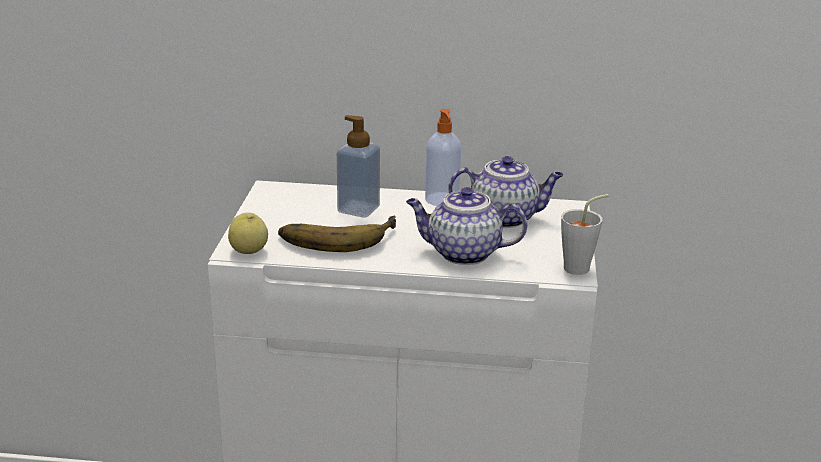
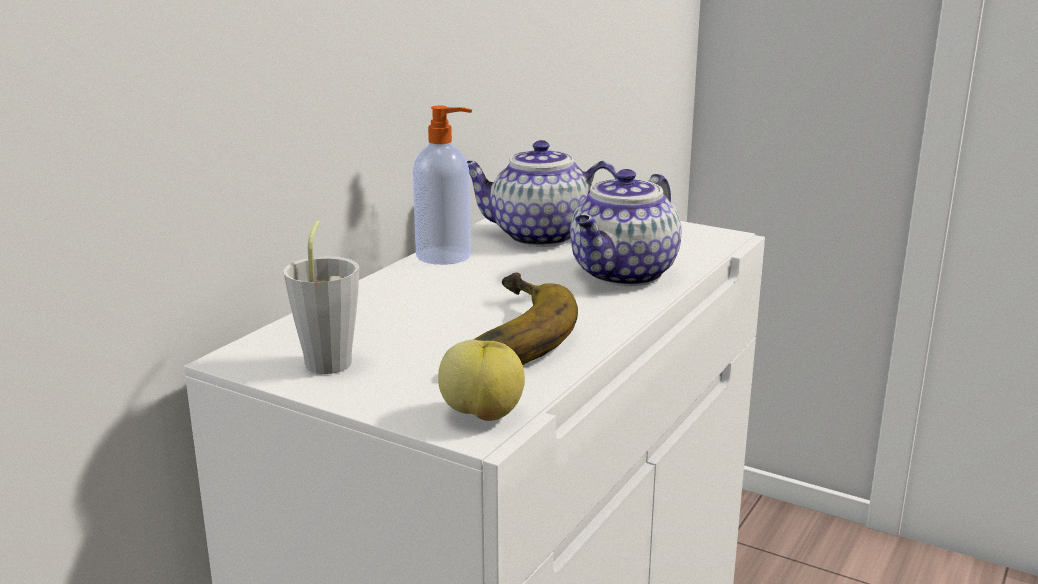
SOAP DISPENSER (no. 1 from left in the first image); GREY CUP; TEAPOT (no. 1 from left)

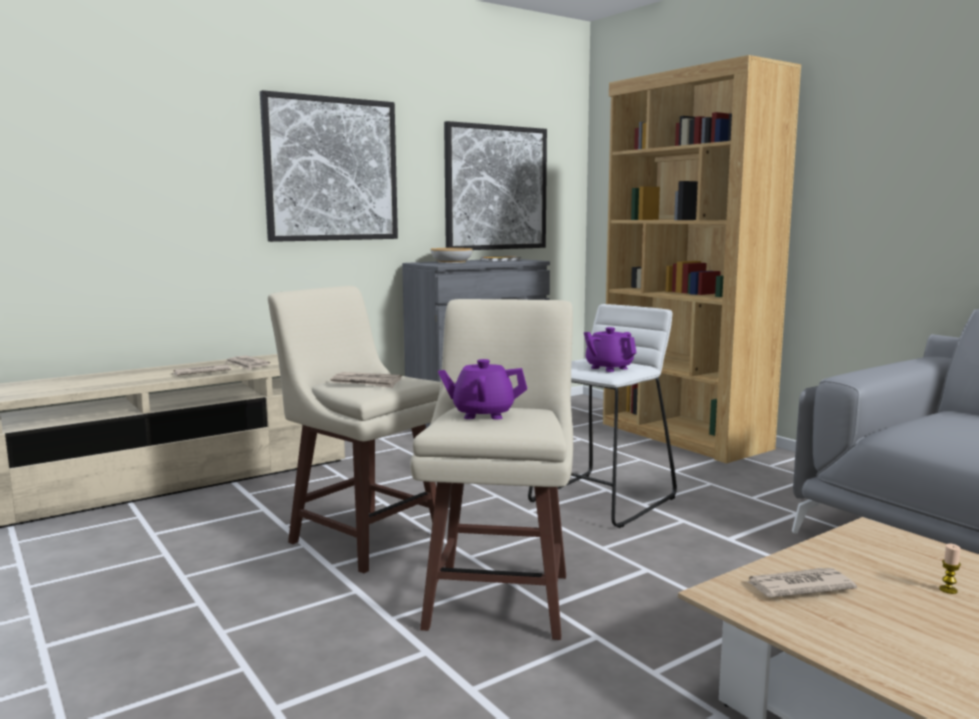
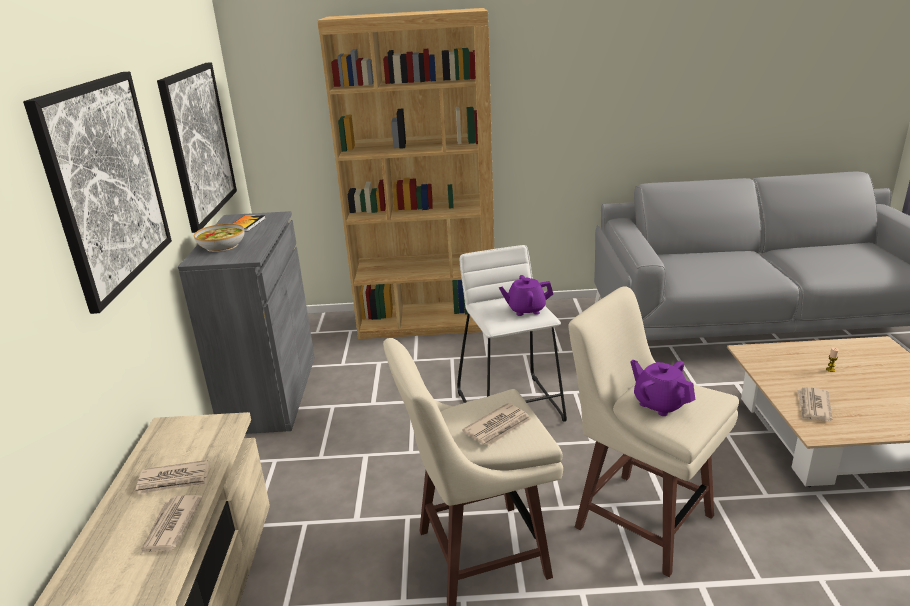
PURPLE TEAPOT (no. 2 from left)

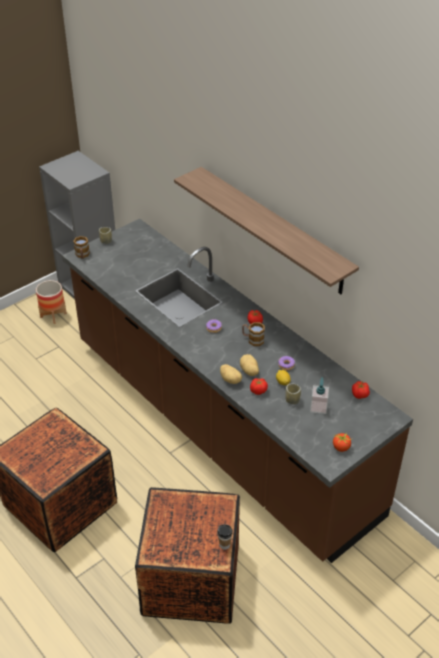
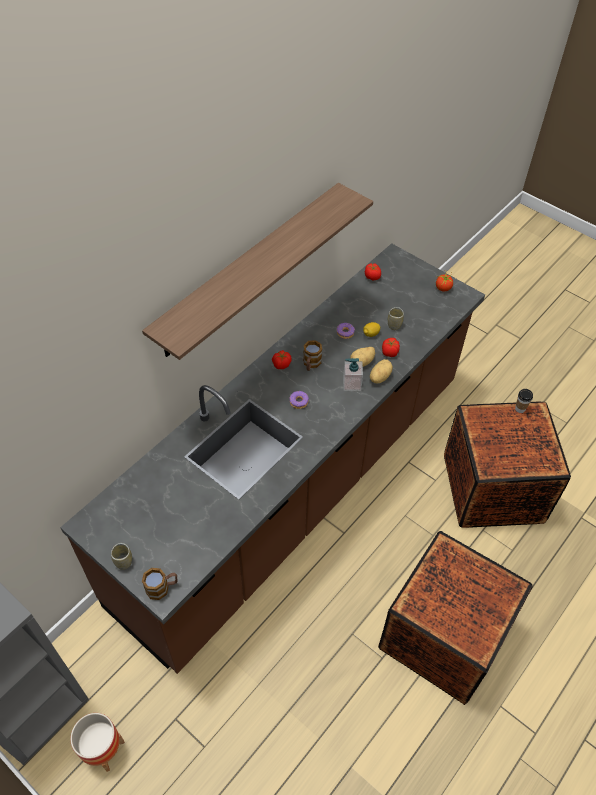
SOAP DISPENSER

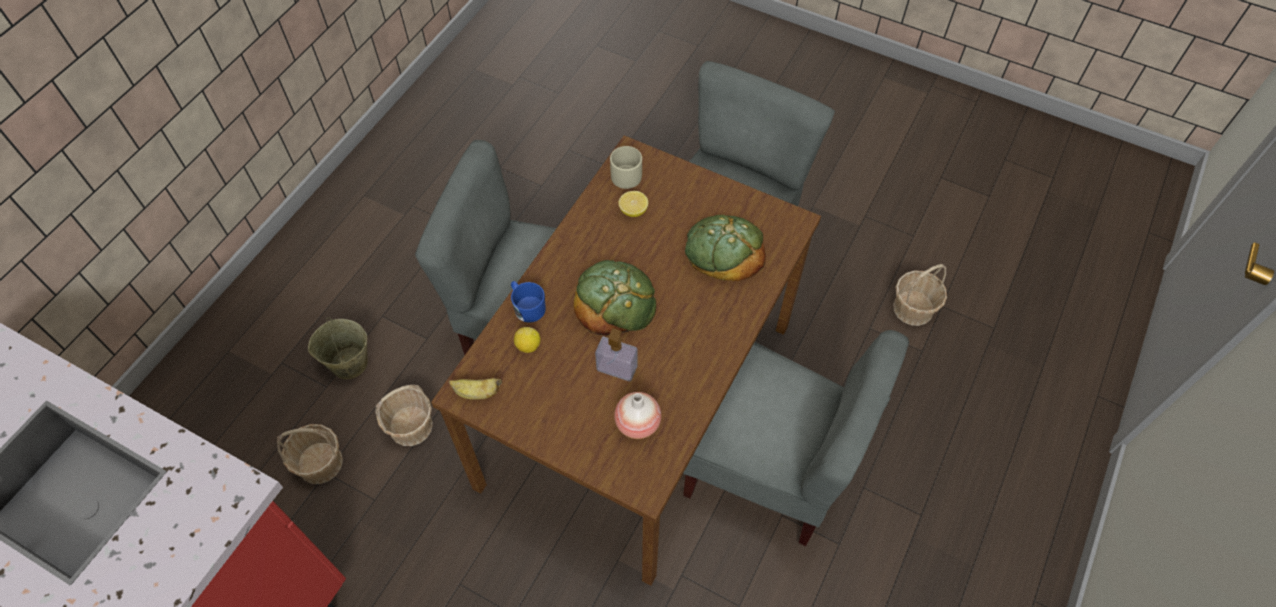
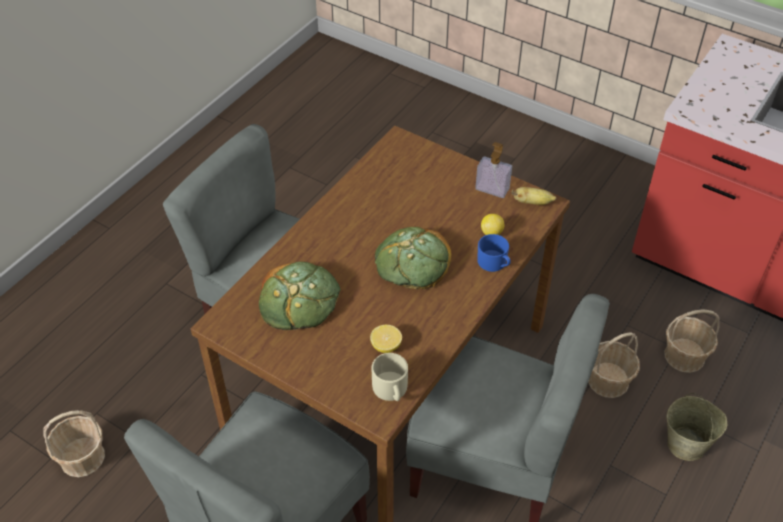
VASE; SOAP DISPENSER

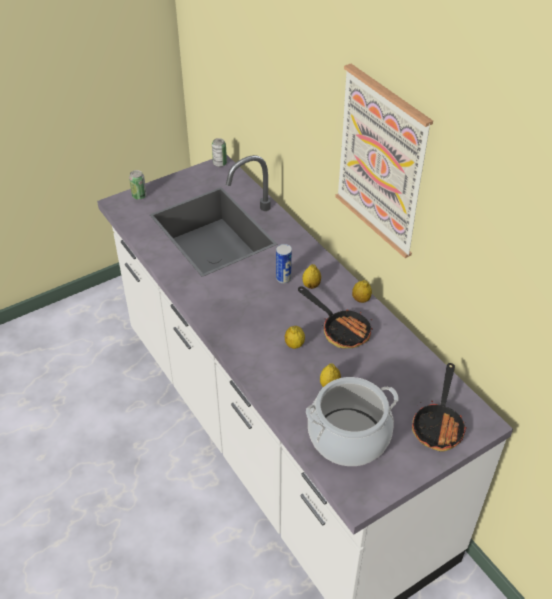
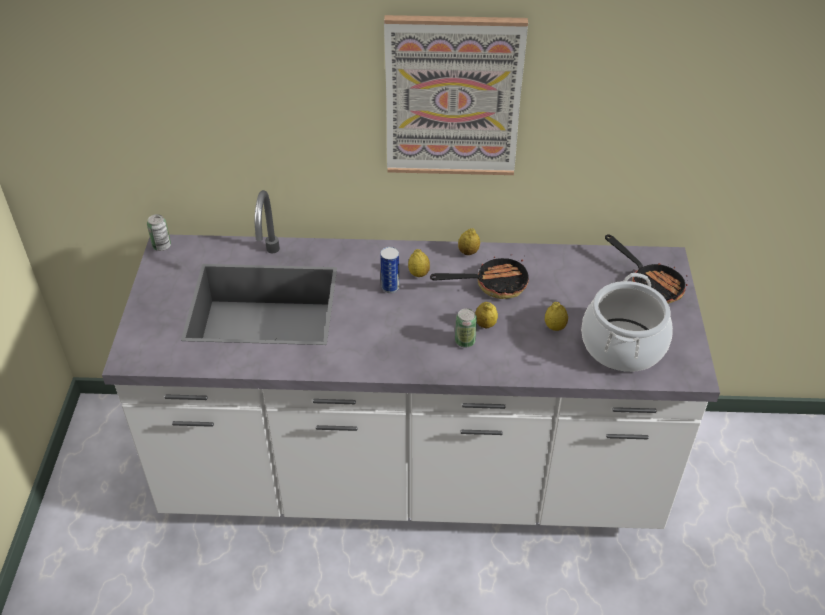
CAN (no. 3 from left)

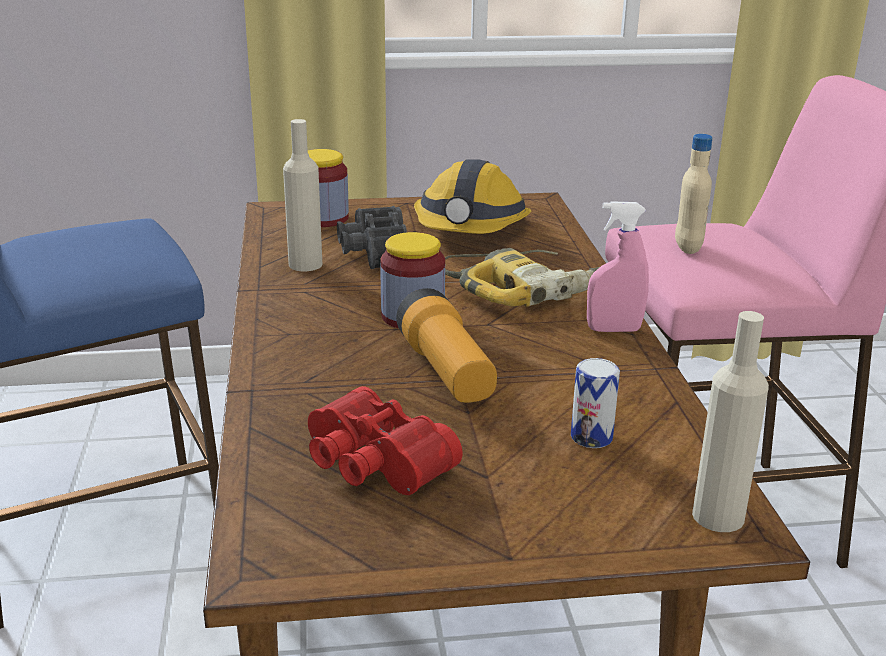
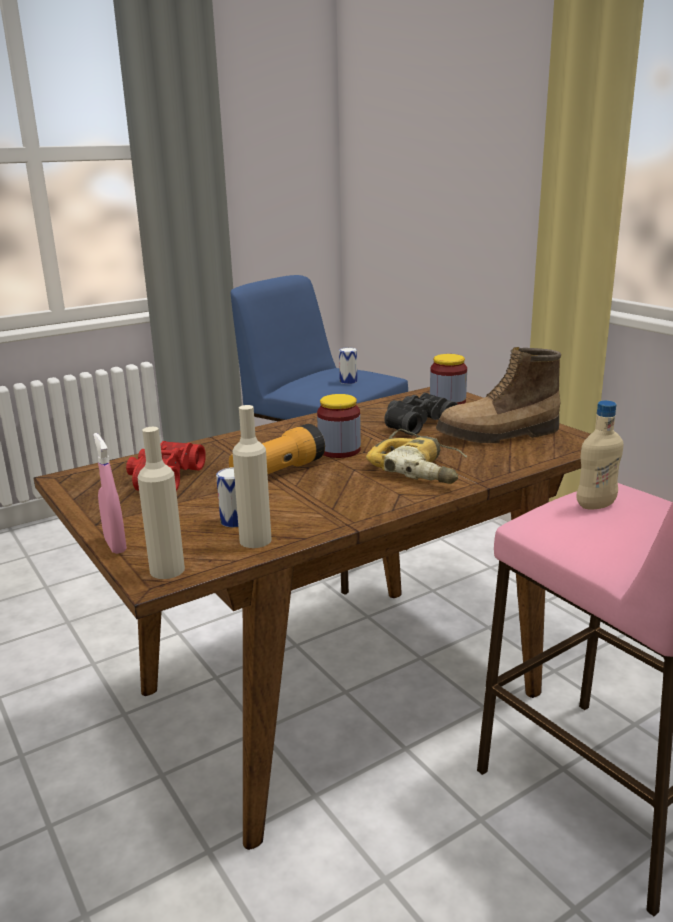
CAN (no. 2 from left); BEIGE BOTTLE (no. 2 from left); PINK SPRAY BOTTLE; BOOT

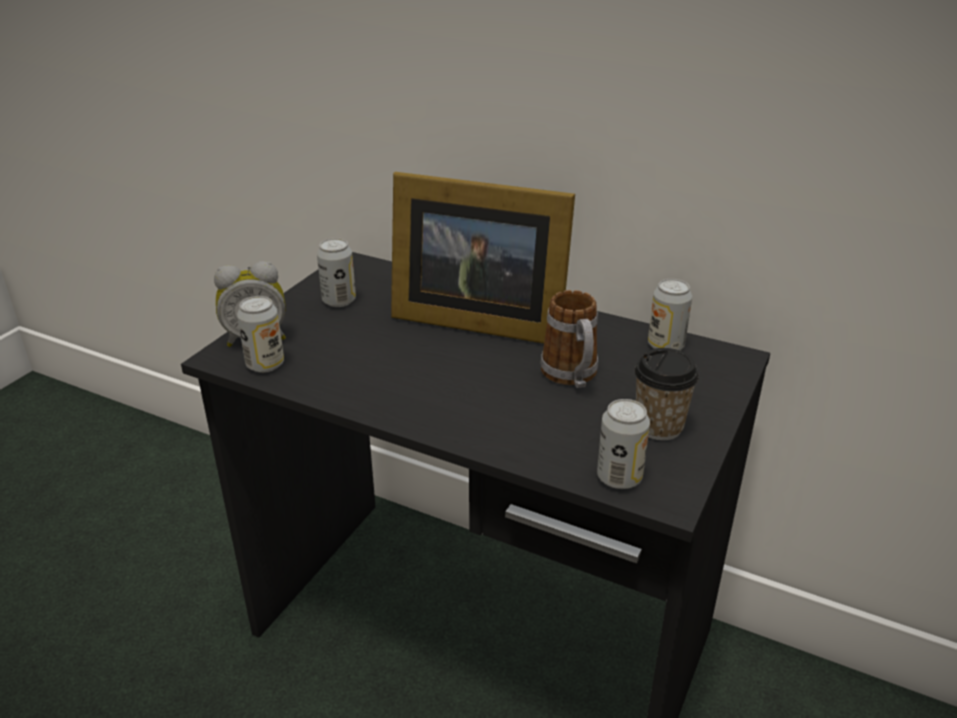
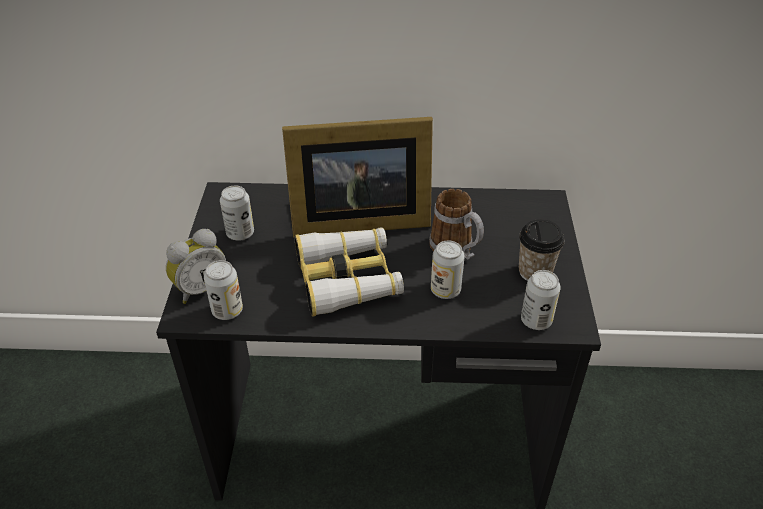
BINOCULARS; CAN (no. 3 from left)

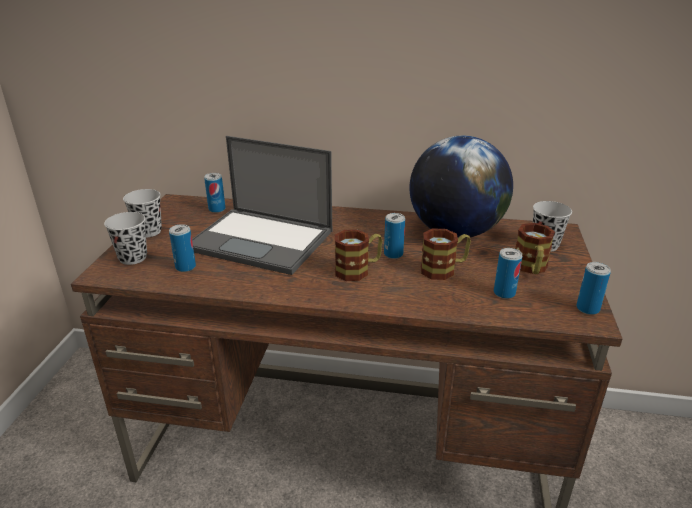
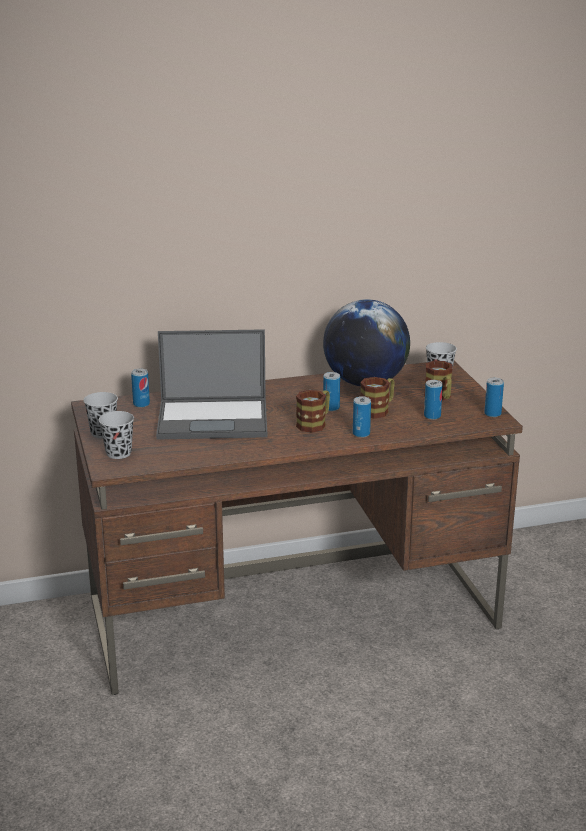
CAN (no. 3 from left)

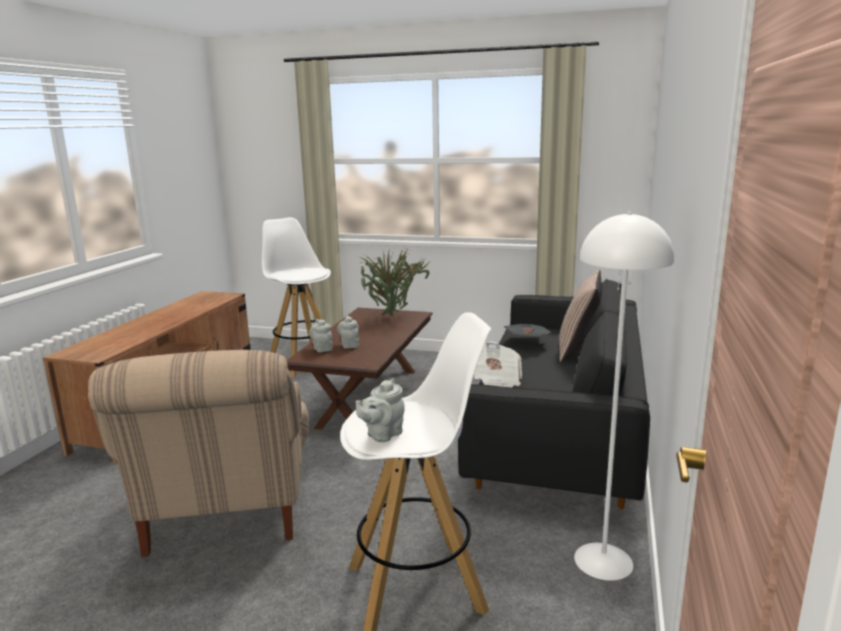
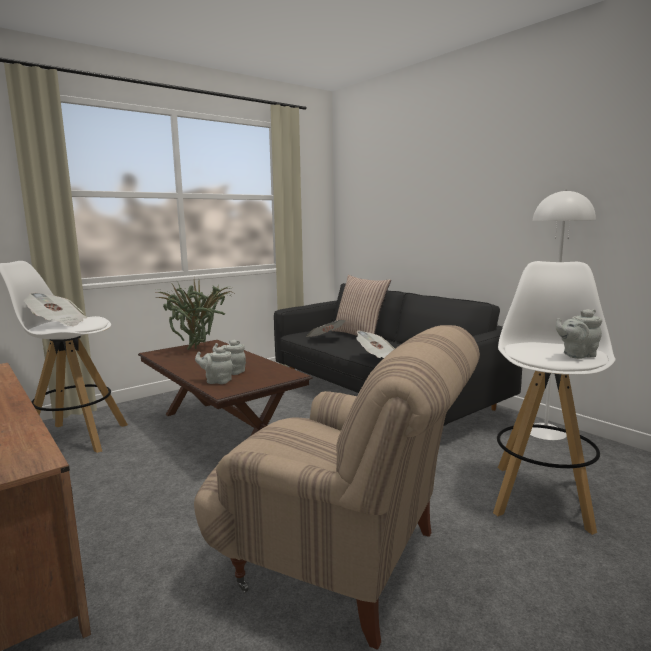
NEWSPAPER (no. 1 from left); GREY TEAPOT (no. 3 from left)

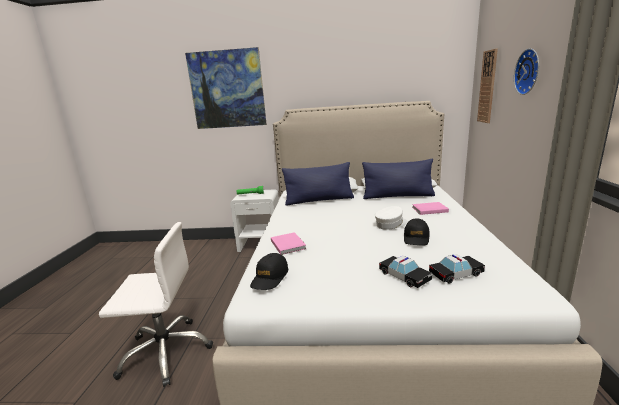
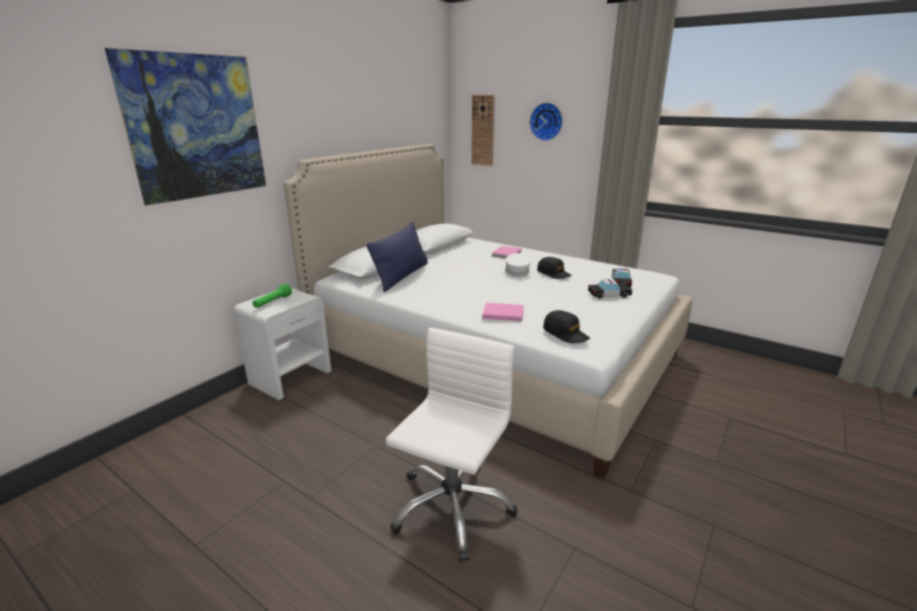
BLUE PILLOW (no. 2 from left in the first image)

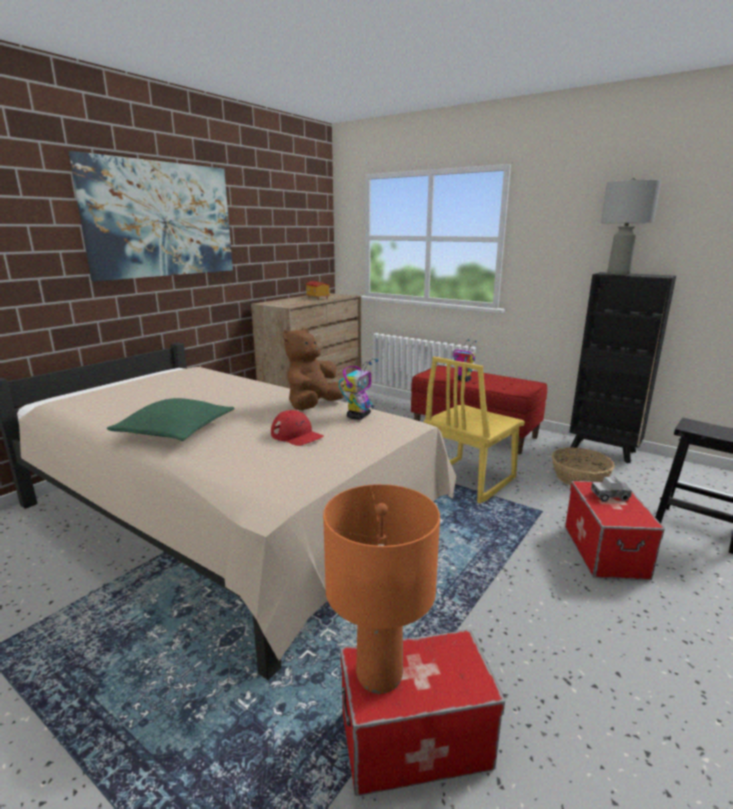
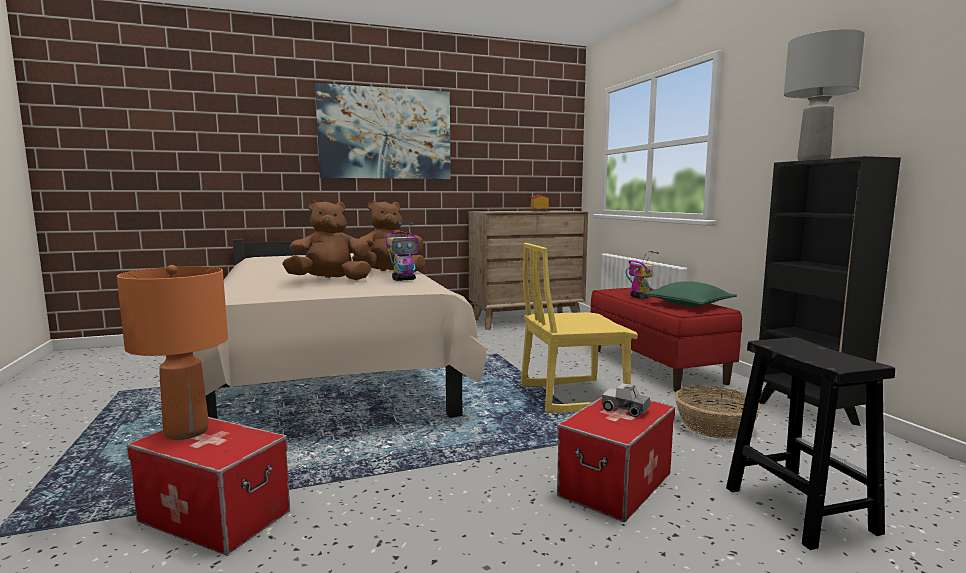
GREEN PILLOW; BROWN PLUSH TOY (no. 1 from left)

